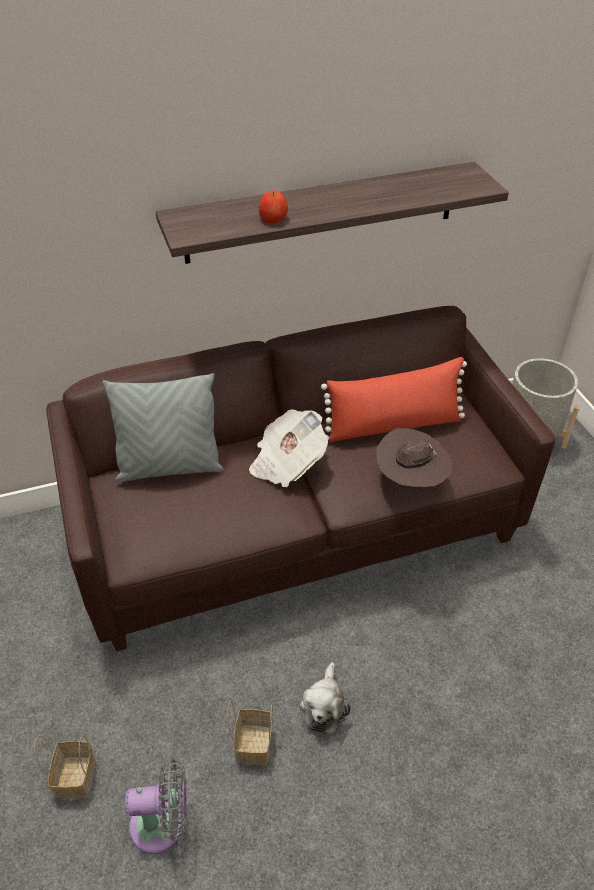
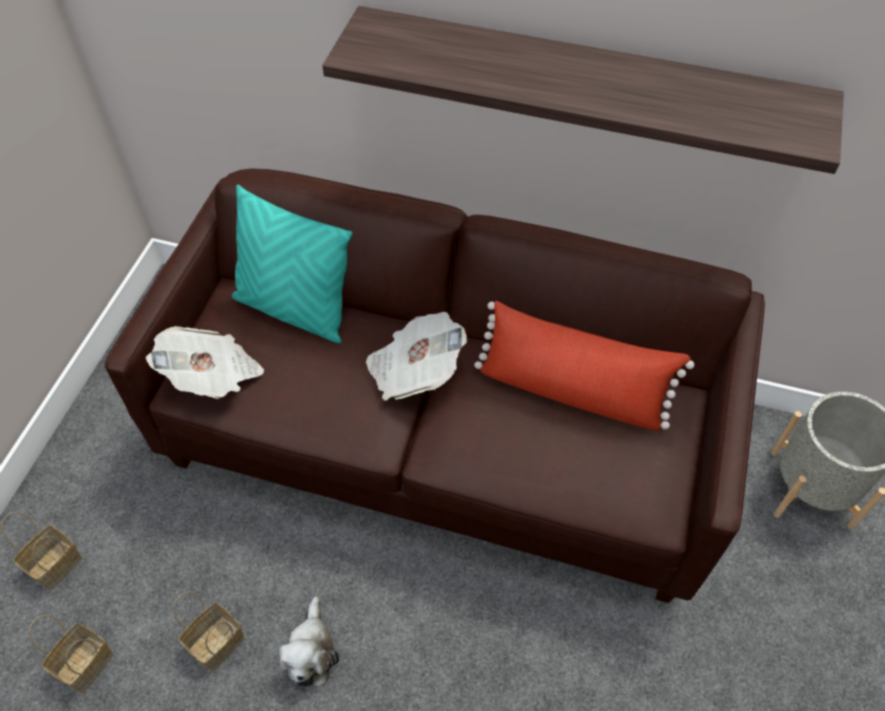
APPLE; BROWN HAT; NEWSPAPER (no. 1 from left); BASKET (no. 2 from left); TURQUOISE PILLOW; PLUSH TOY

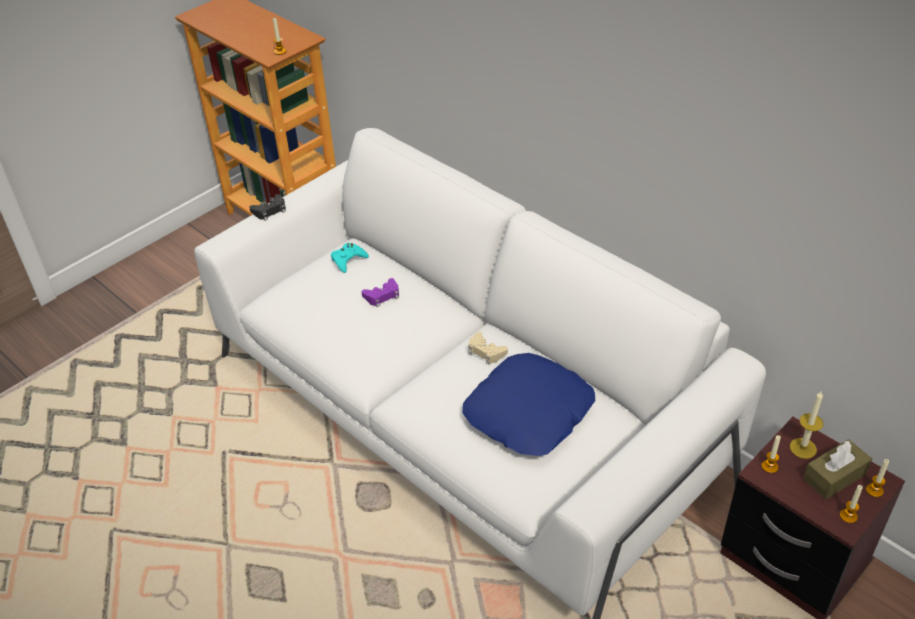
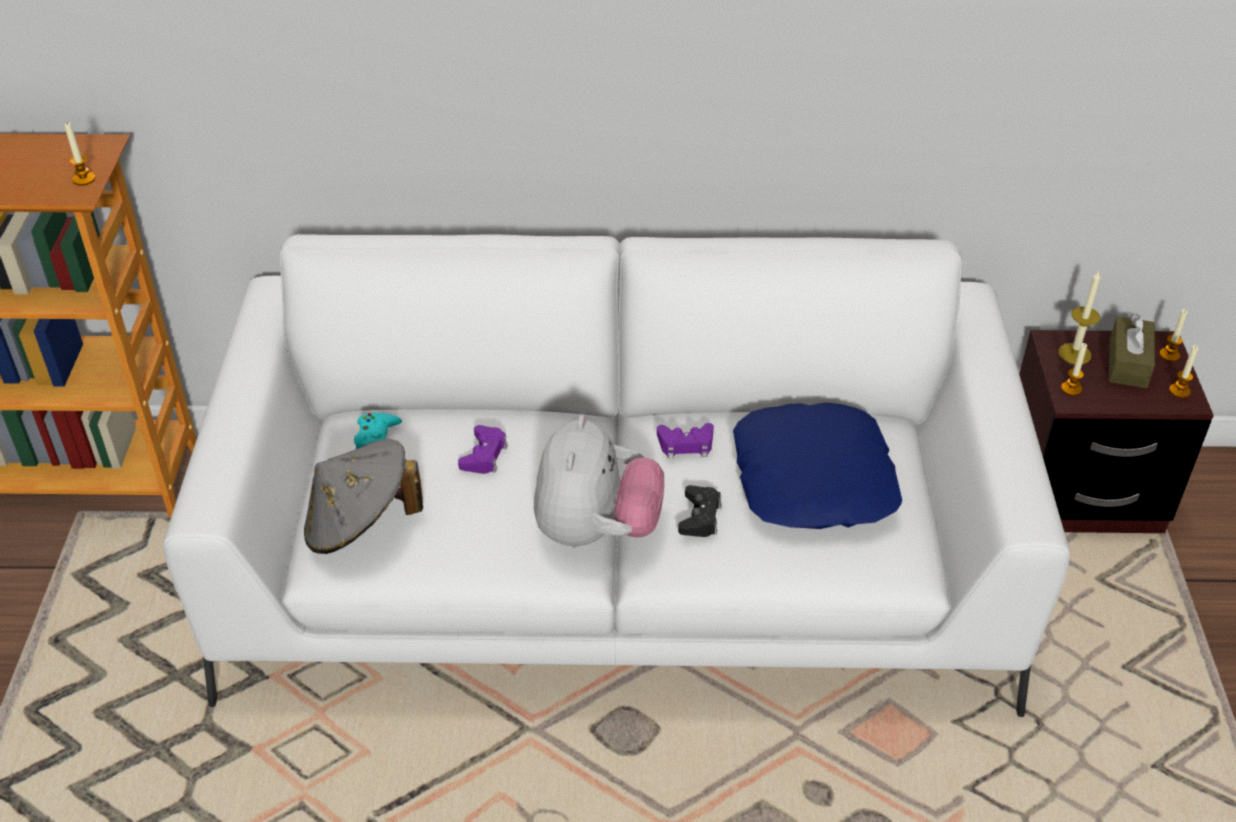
GREY HAT; PLUSH TOY; BLACK GAME CONTROLLER; PURPLE GAME CONTROLLER (no. 2 from left)

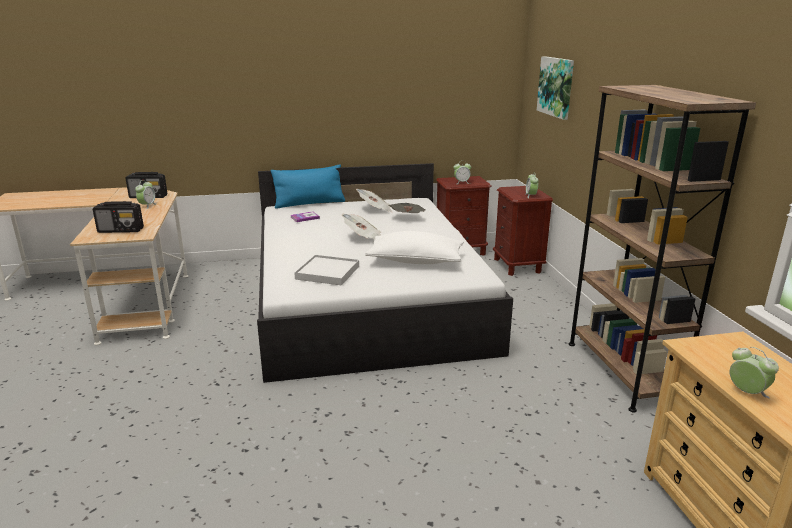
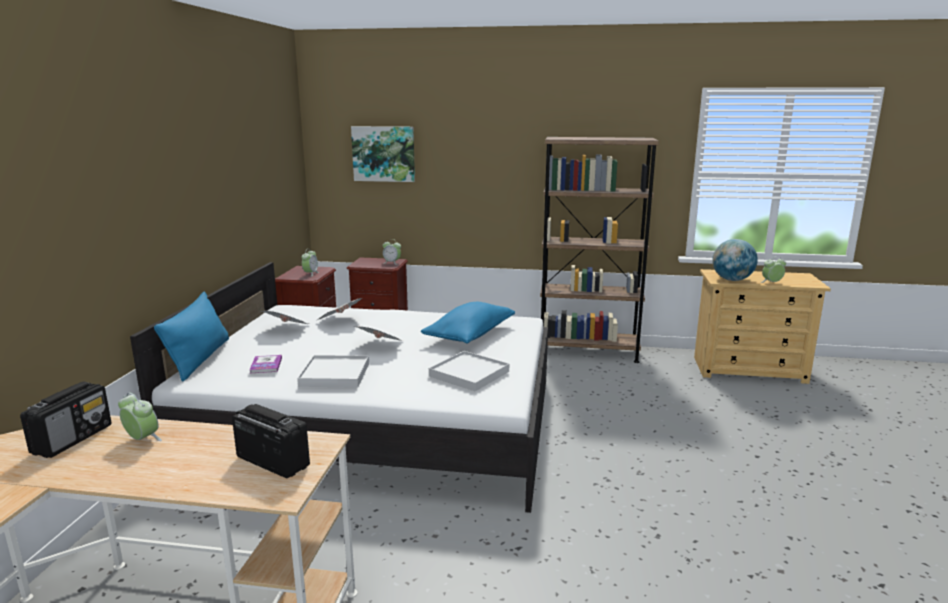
WHITE TRAY (no. 1 from left); GLOBE; BLUE PILLOW (no. 2 from left); RADIO (no. 2 from left)

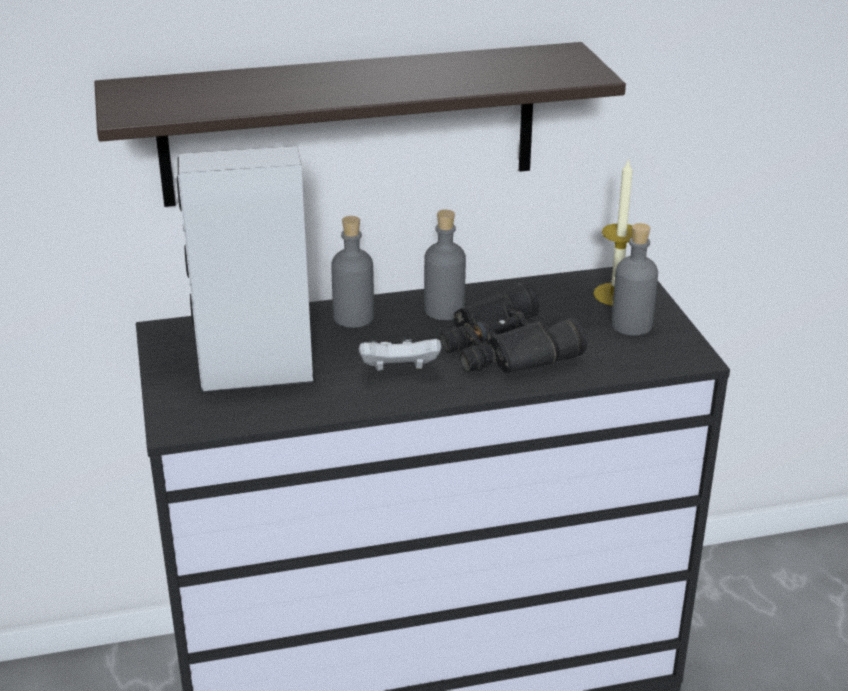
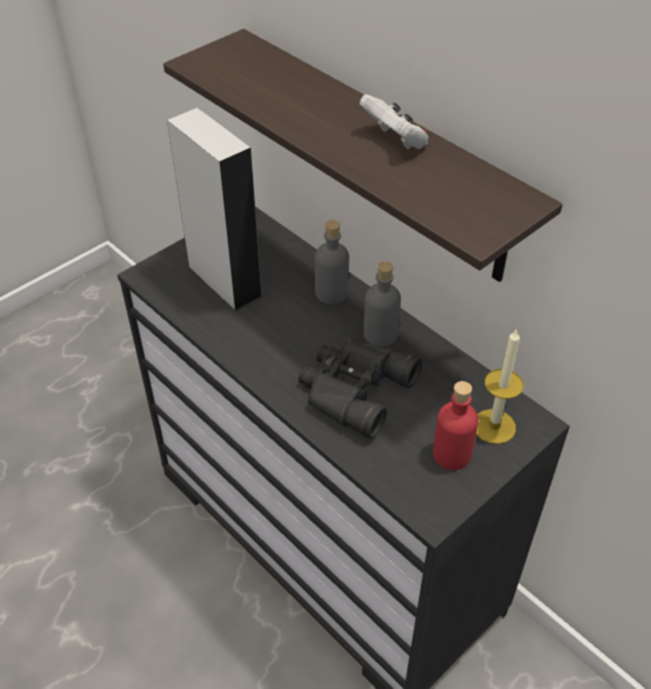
WHITE GAME CONTROLLER; RED BOTTLE

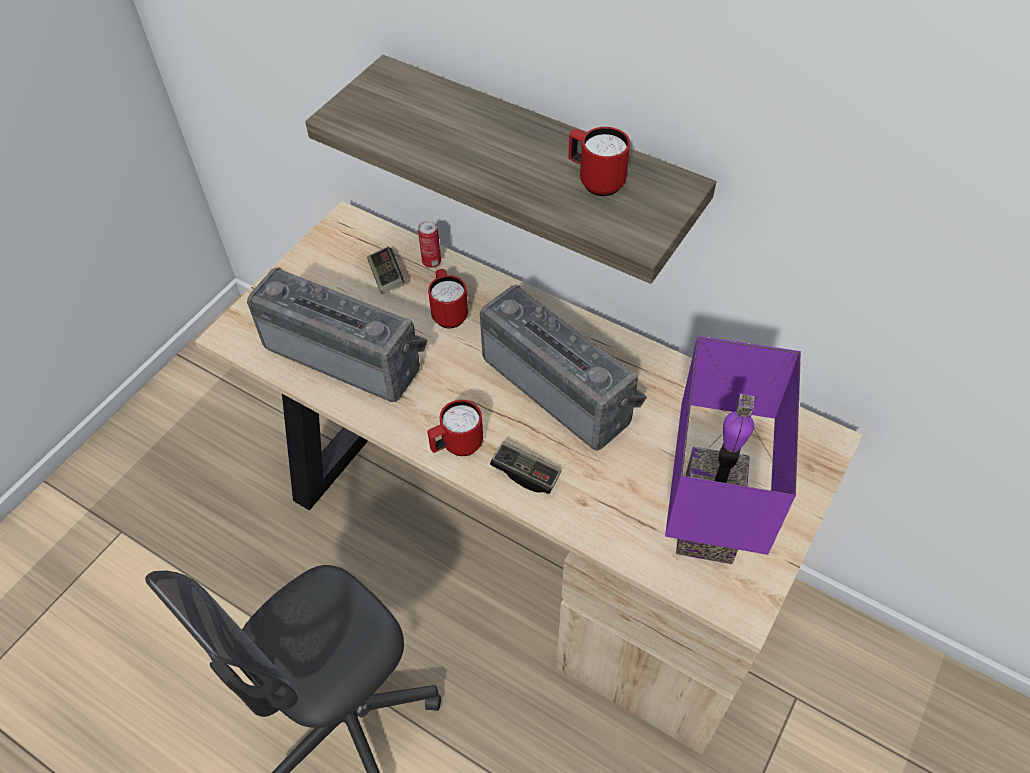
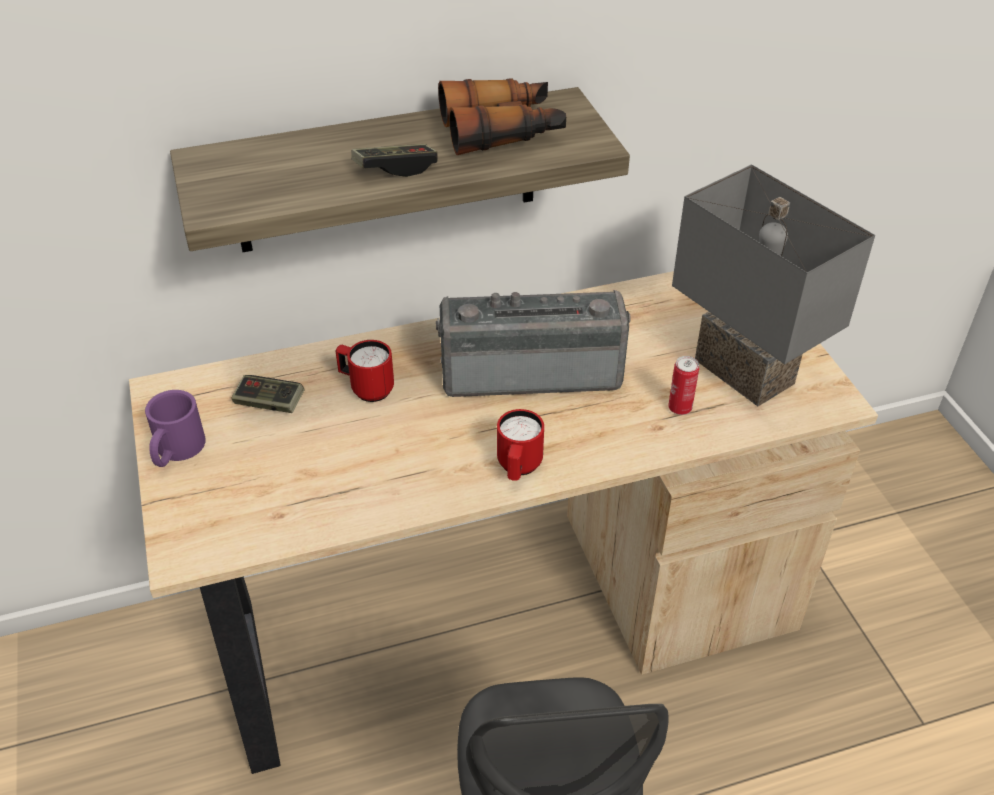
RADIO (no. 1 from left in the first image); PURPLE MUG; CAN; GAME CONTROLLER (no. 2 from left); BINOCULARS; GREY TABLE LAMP

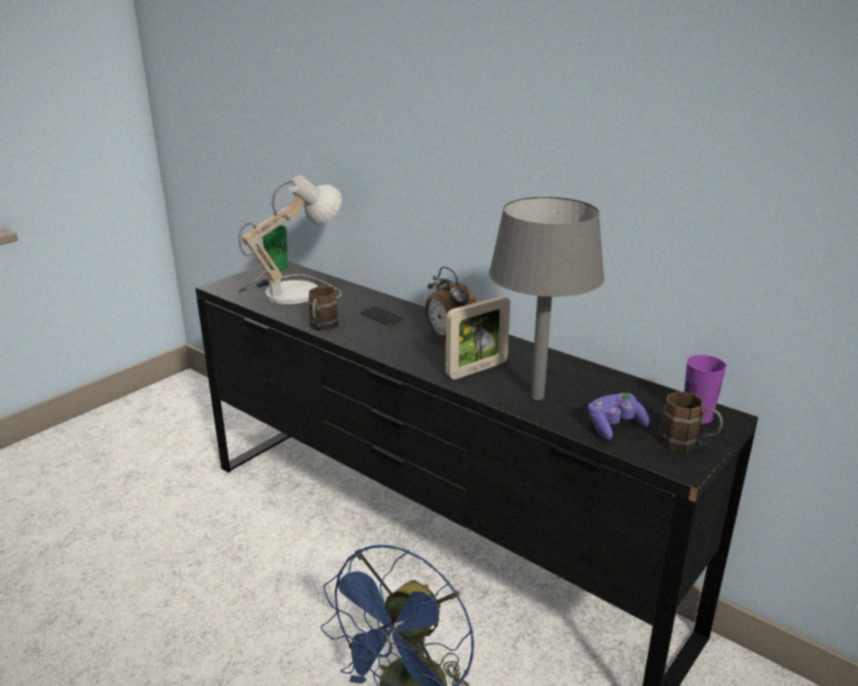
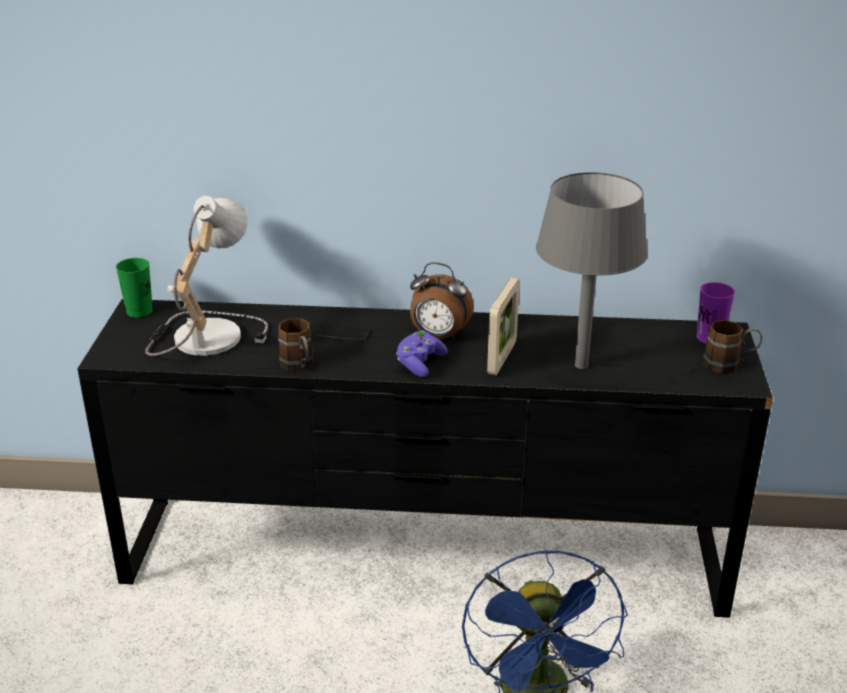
PURPLE GAME CONTROLLER

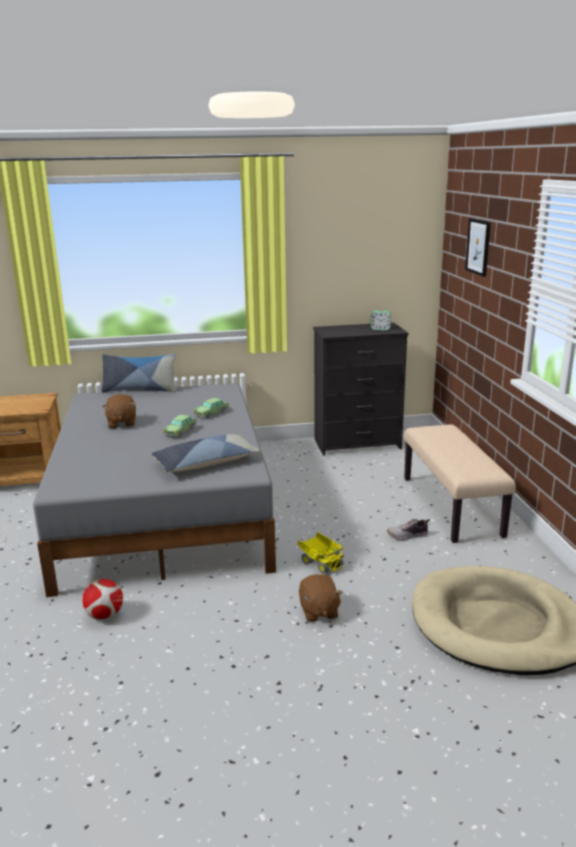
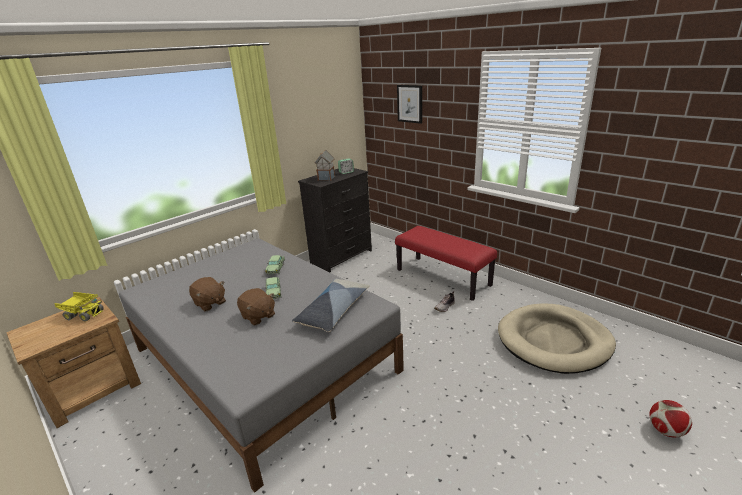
PILLOW (no. 1 from left in the first image); TOY HOUSE; FOOTBALL; TOY TRUCK; BROWN PLUSH TOY (no. 2 from left); RED BENCH

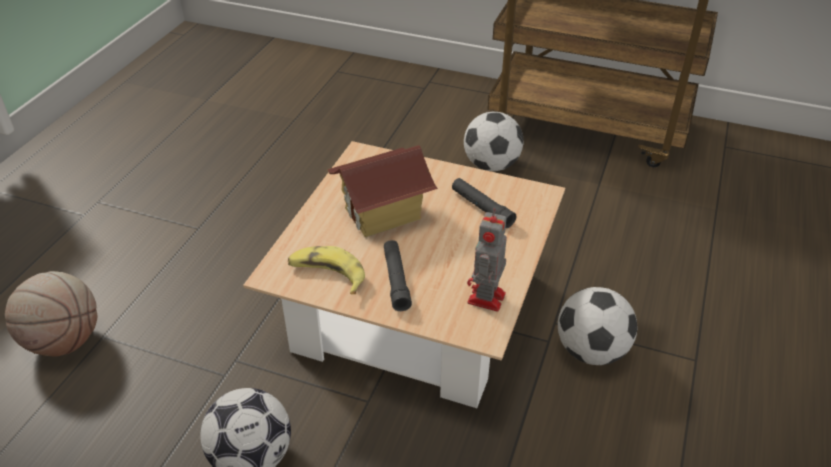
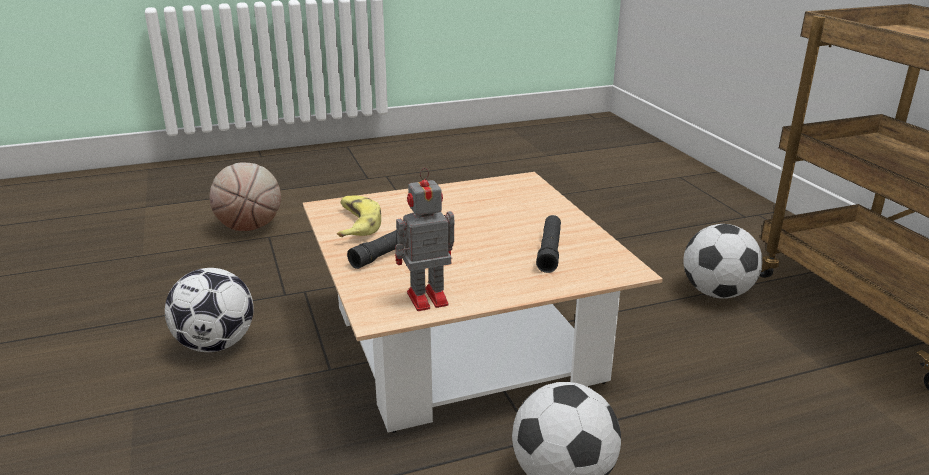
TOY HOUSE

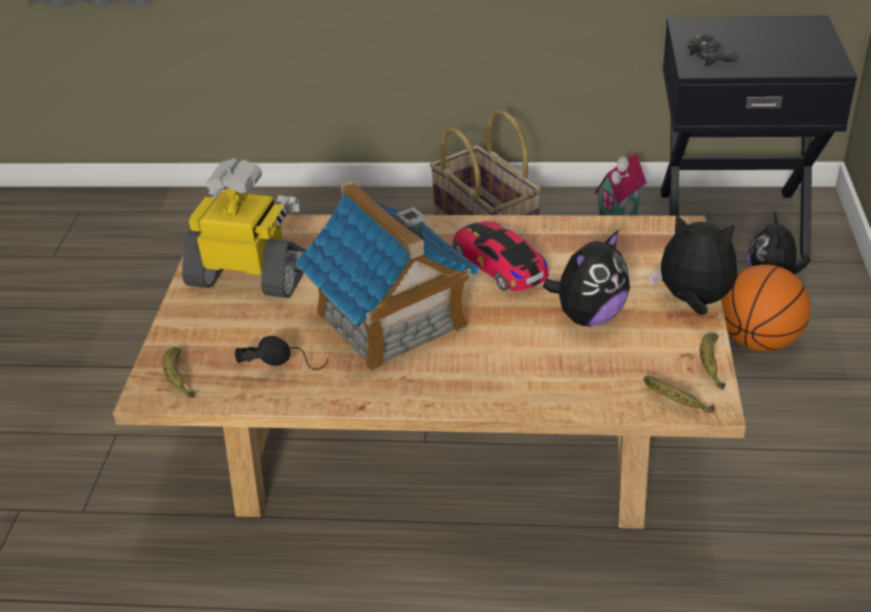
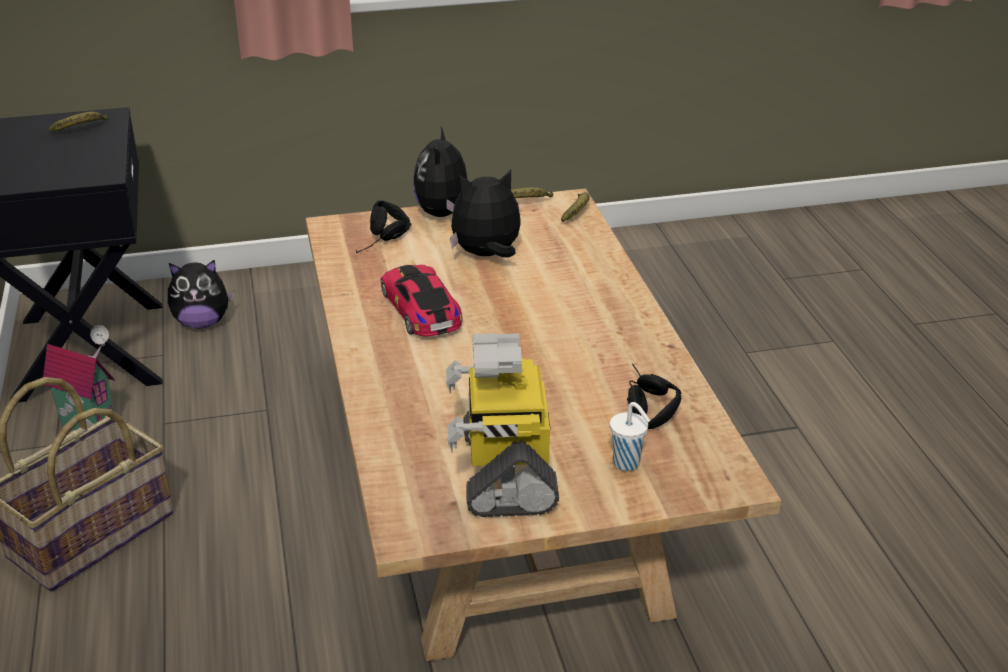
TOY HOUSE (no. 1 from left in the first image); BLACK GAME CONTROLLER; BASKETBALL; BLACK HEADPHONES (no. 1 from left); WHITE CUP; BANANA (no. 1 from left); TOY CAR; PLUSH TOY (no. 3 from left)

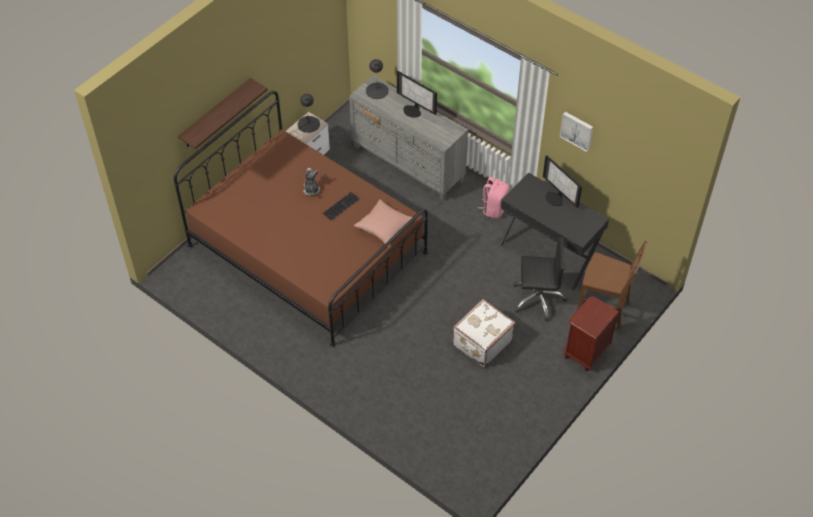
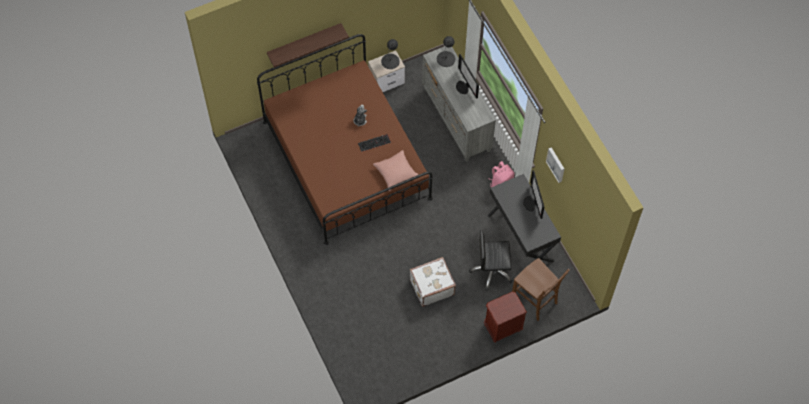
BLACK OFFICE CHAIR

